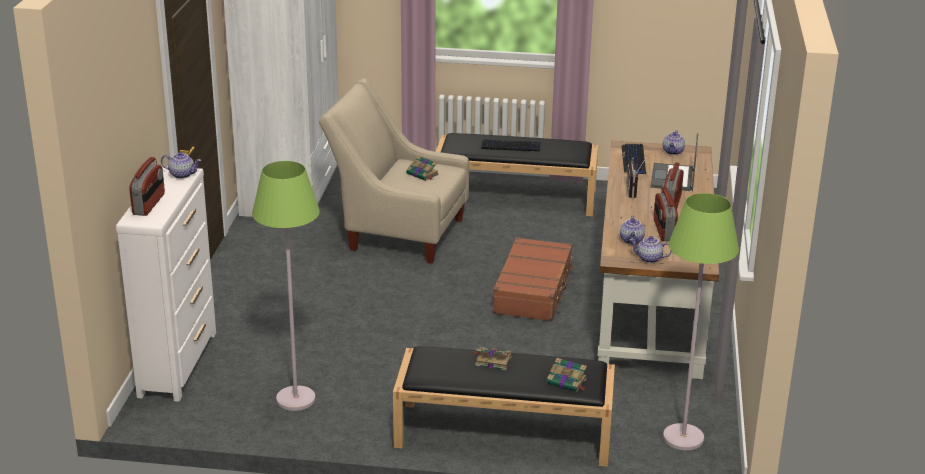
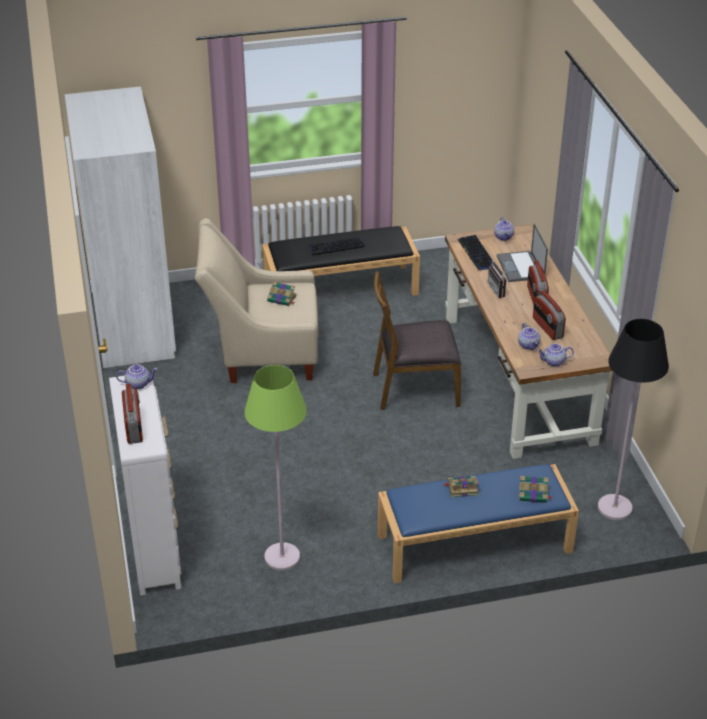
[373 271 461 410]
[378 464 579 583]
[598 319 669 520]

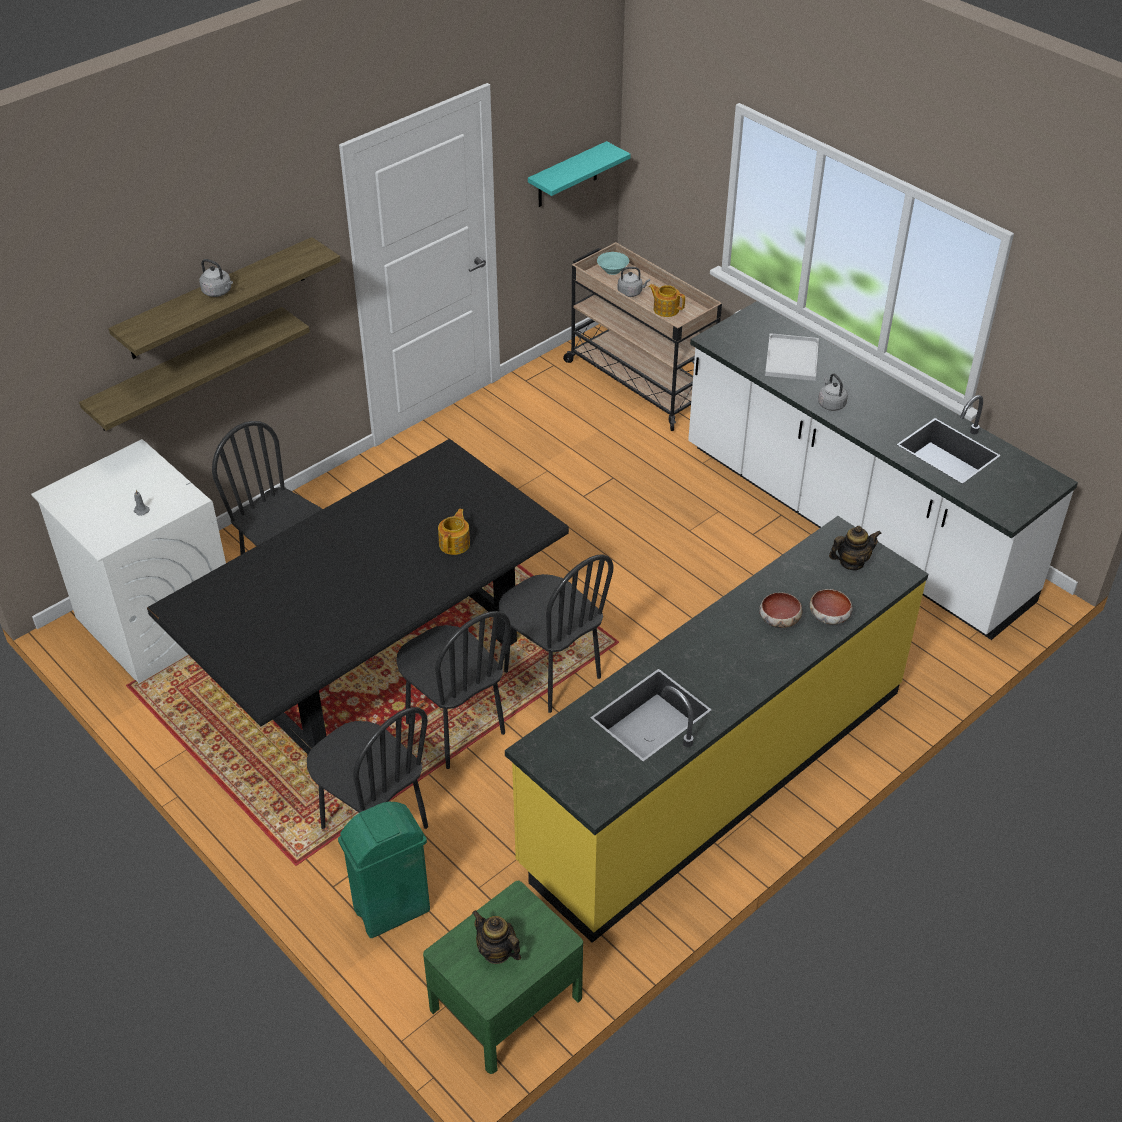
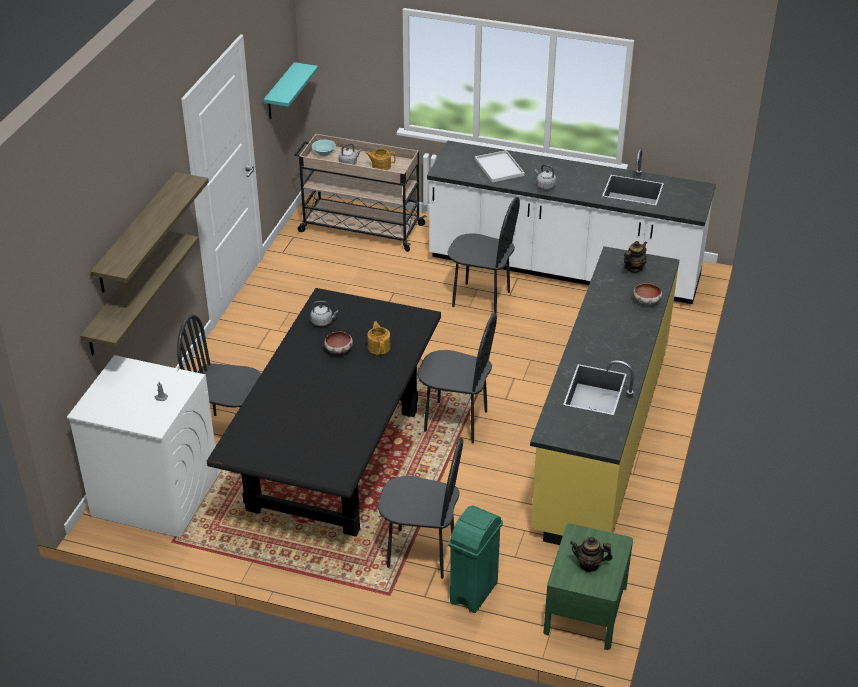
[310 301 338 326]
[324 332 353 354]
[448 197 520 315]

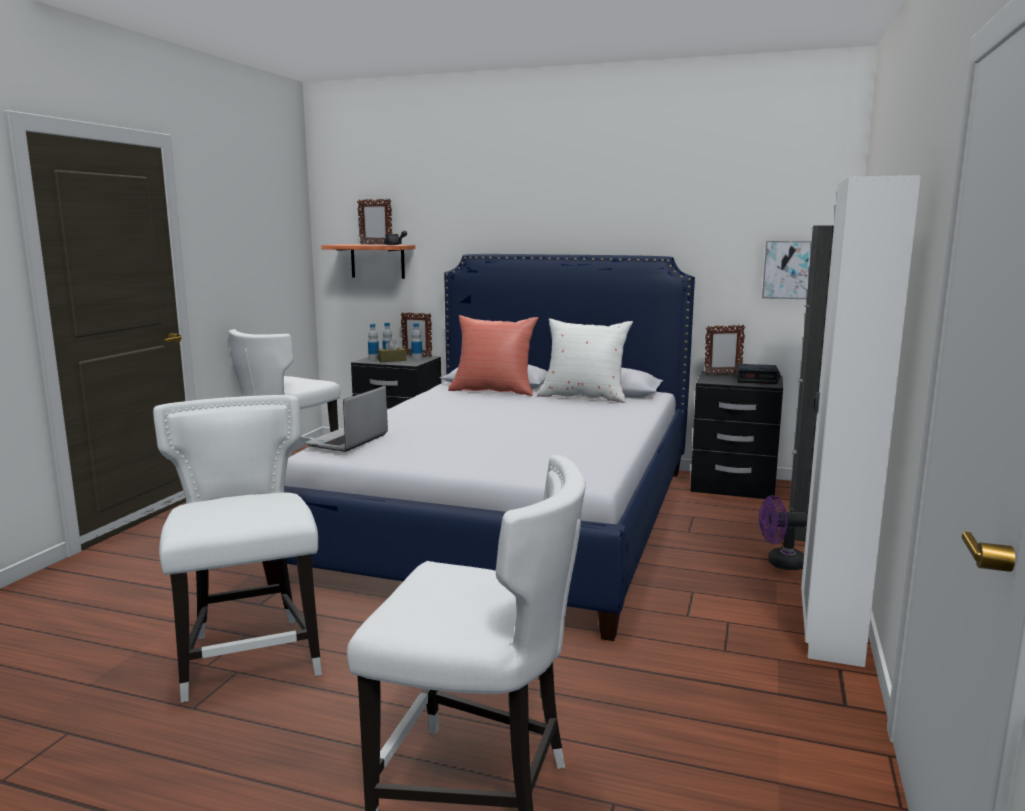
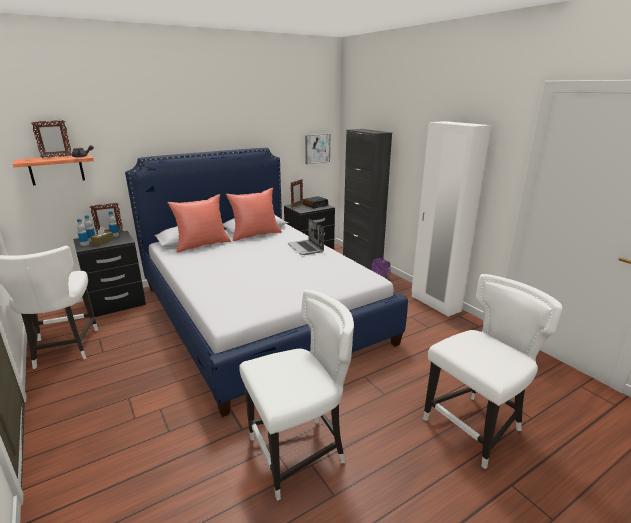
[226 188 282 241]
[239 289 354 501]
[288 219 324 255]

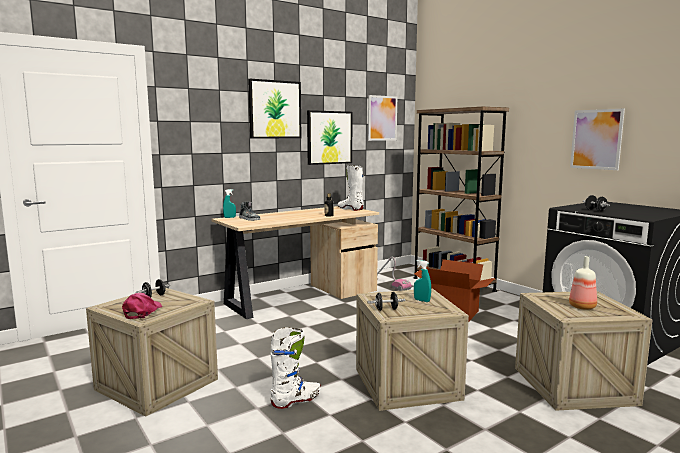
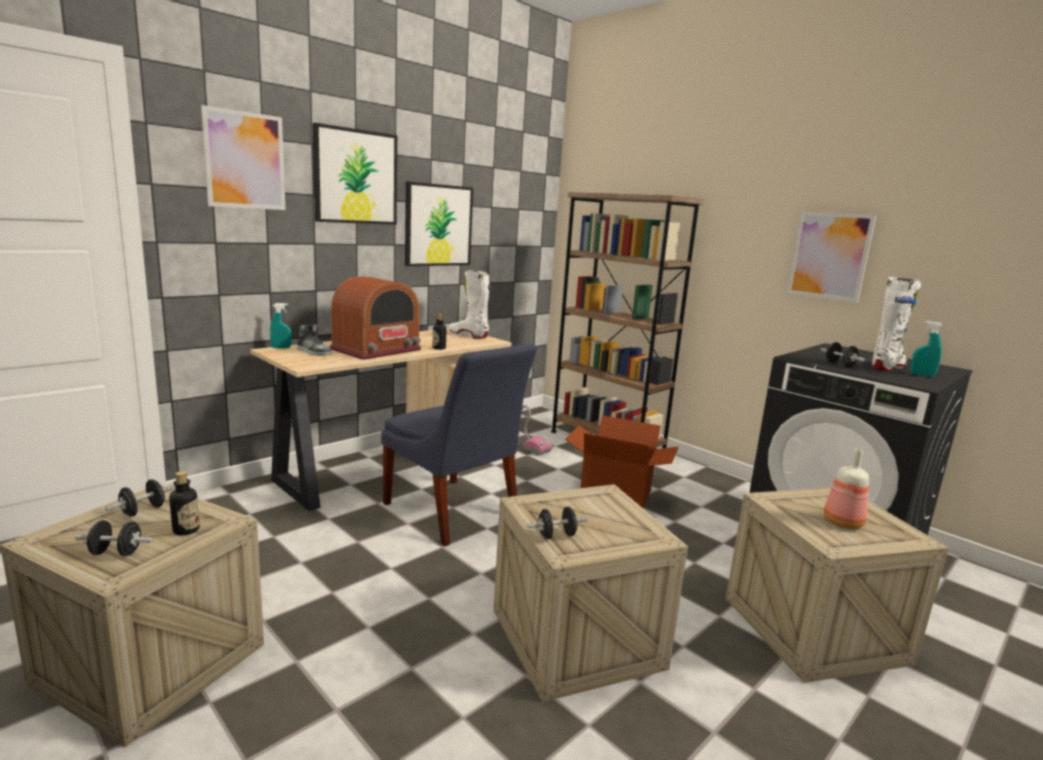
[75 520 153 556]
[169 471 200 535]
[201 105 285 210]
[329 276 421 360]
[381 343 537 546]
[872 276 922 372]
[910 321 944 377]

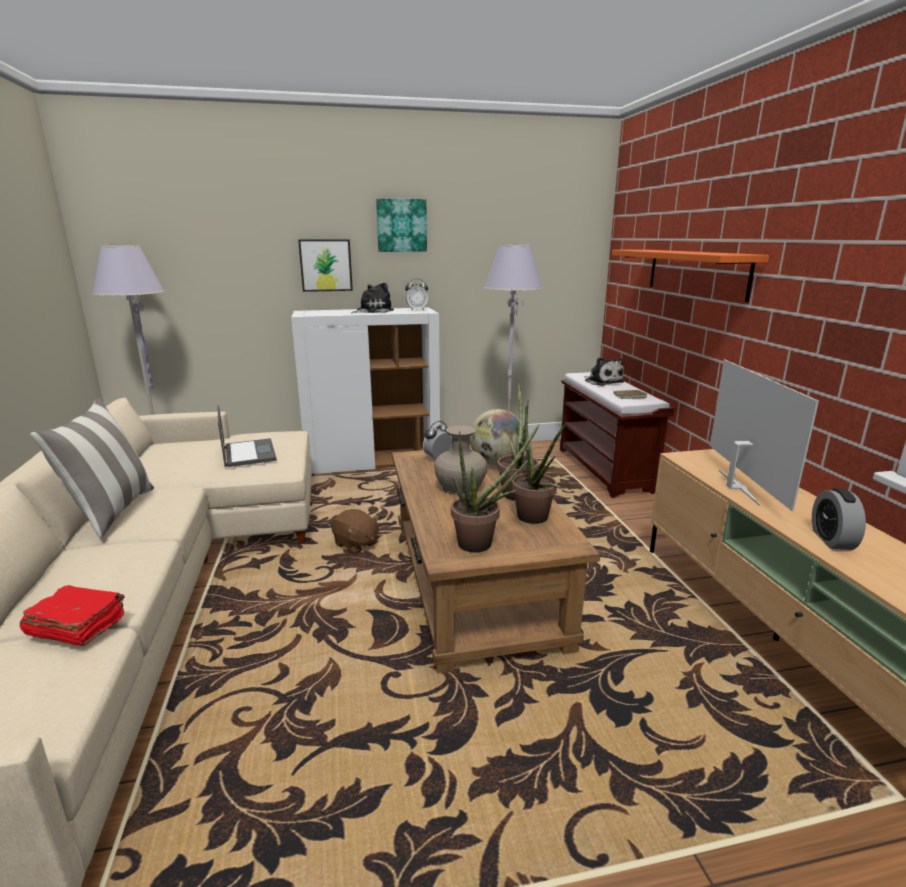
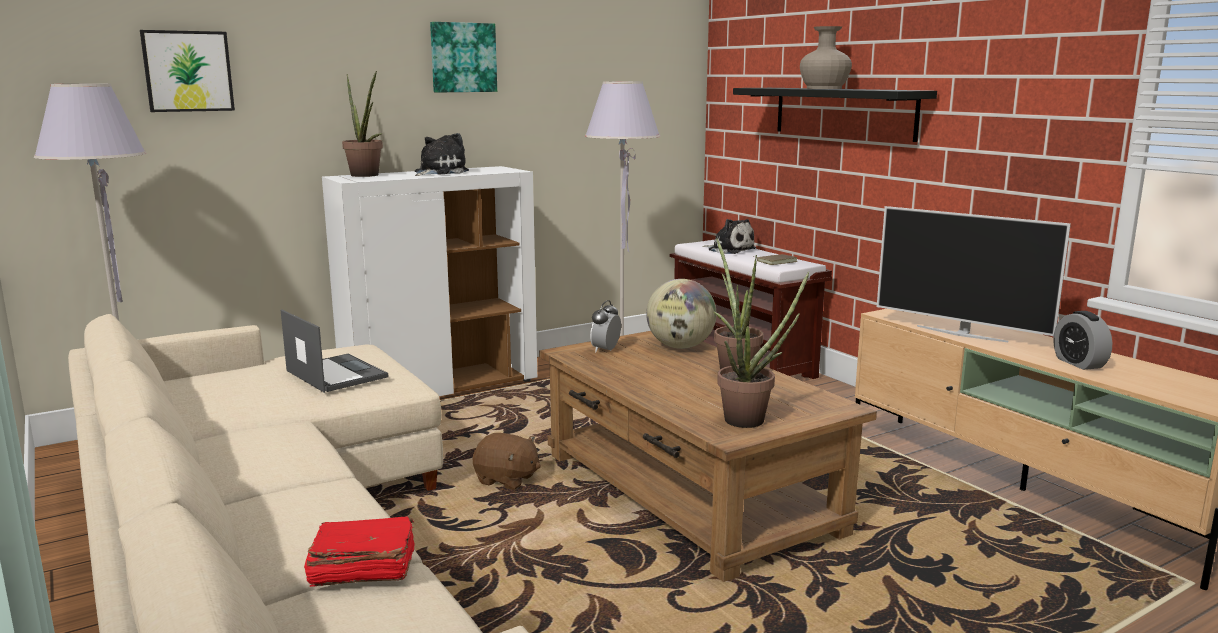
[140 30 235 112]
[342 71 383 177]
[733 88 937 142]
[800 26 852 89]
[877 206 1071 342]
[30 398 154 538] (first image)
[405 278 428 311] (first image)

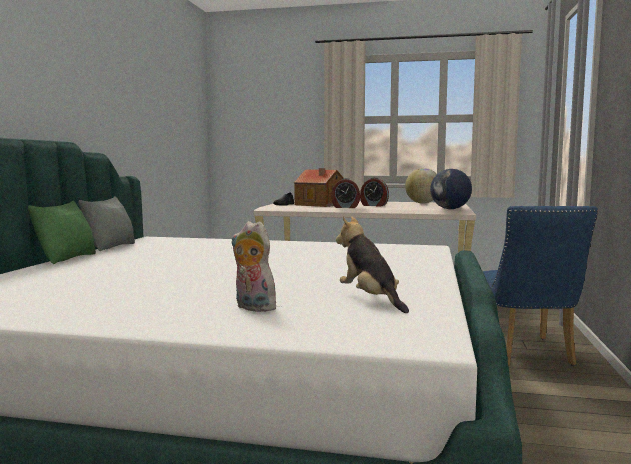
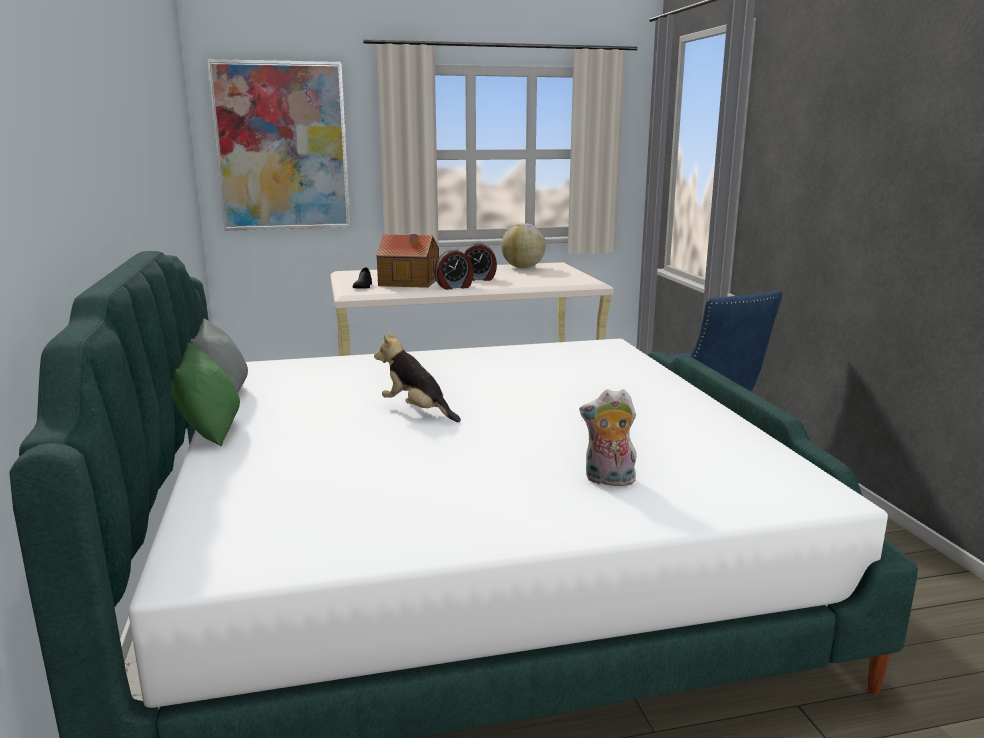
[207 59 351 231]
[374 332 461 422]
[430 169 472 209] (first image)

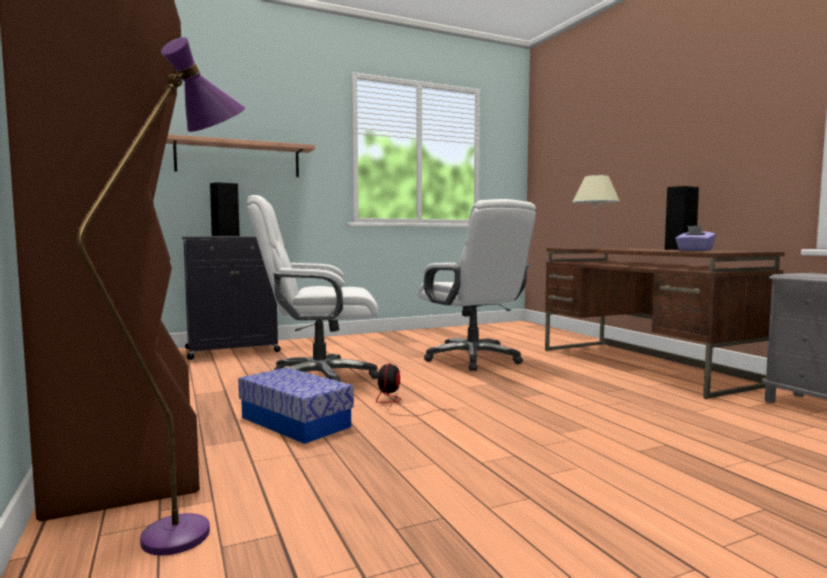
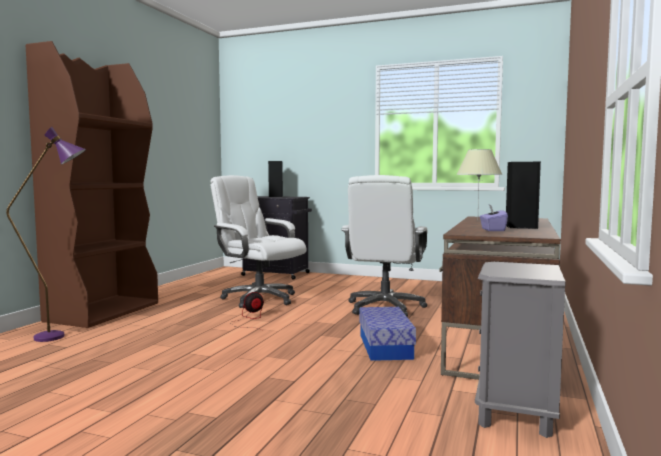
[359 307 416 361]
[166 134 315 177] (first image)

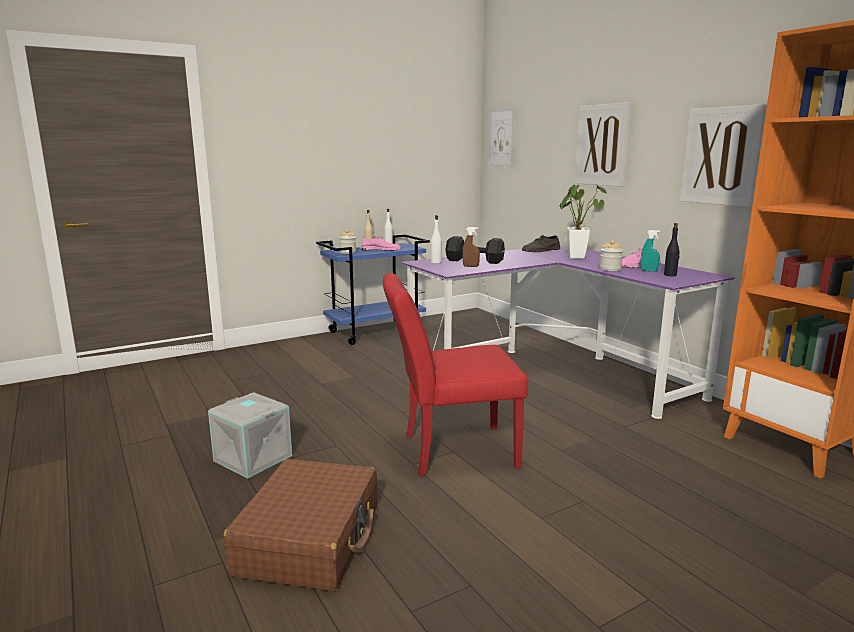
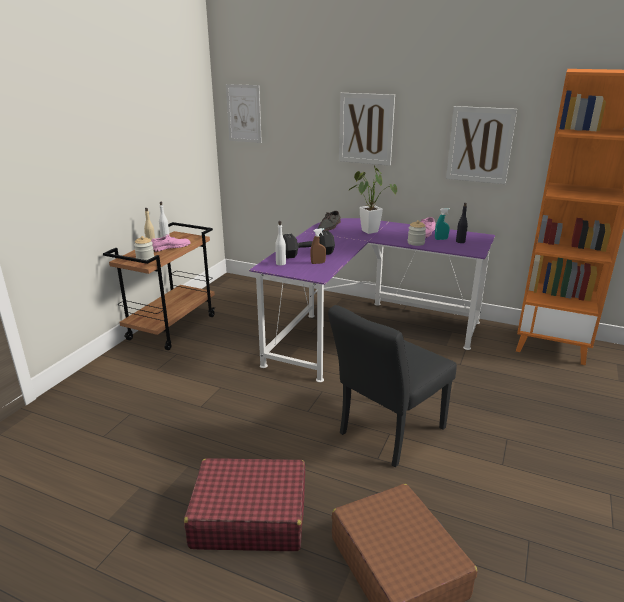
[103 222 215 350]
[184 458 305 551]
[328 305 457 467]

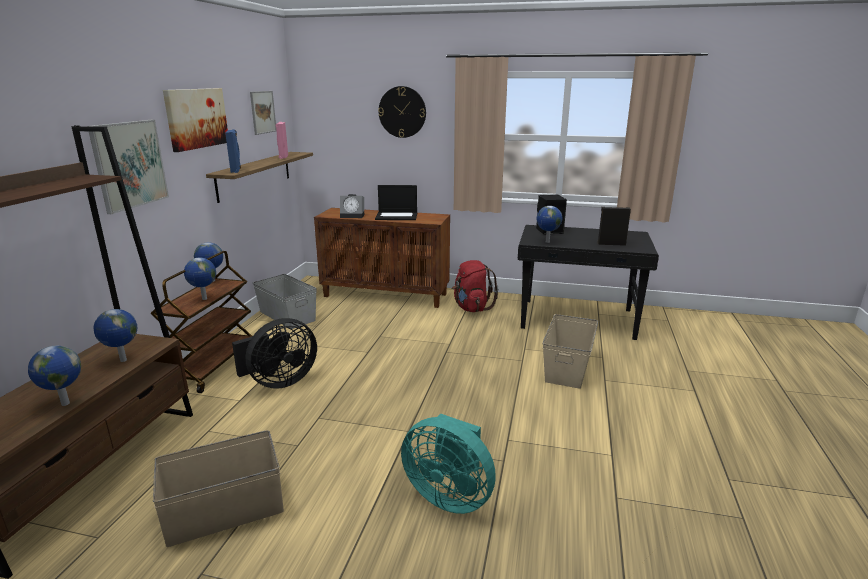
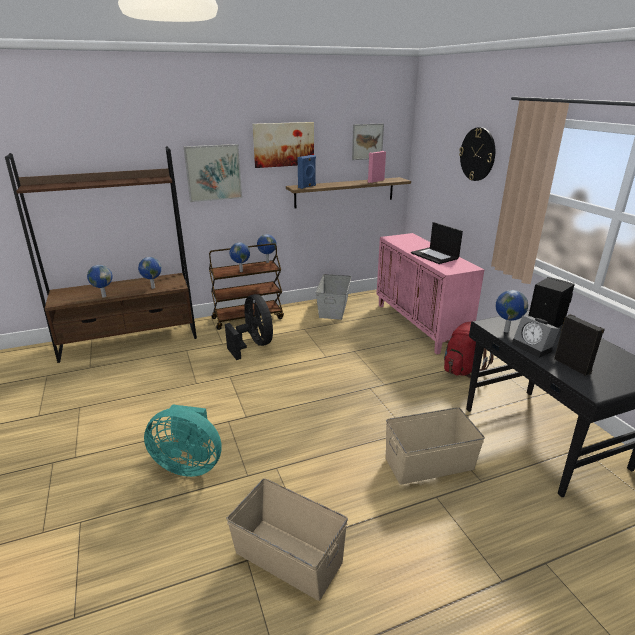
[144 404 222 477]
[225 294 273 360]
[226 478 348 601]
[377 233 484 354]
[511 316 560 358]

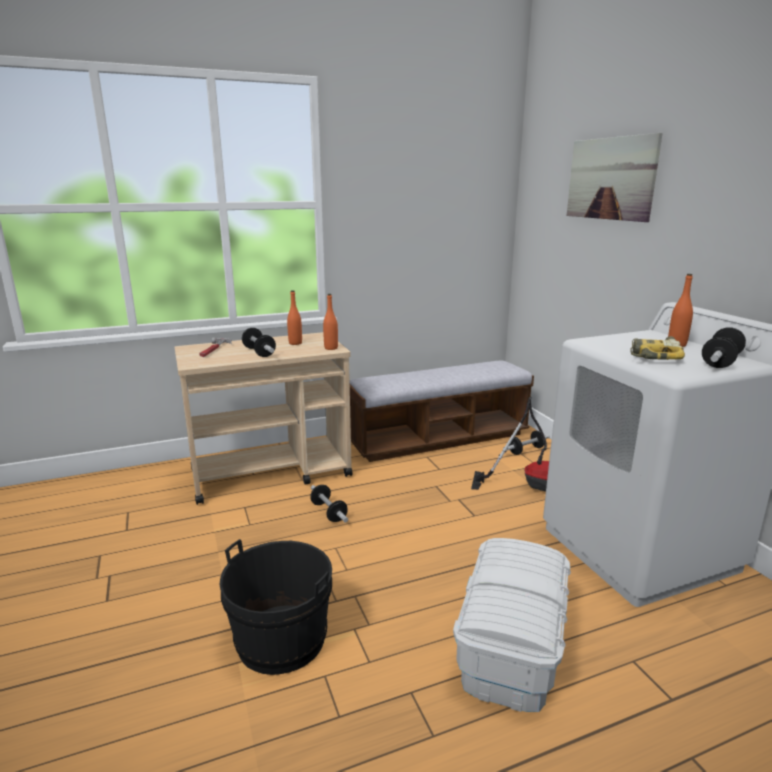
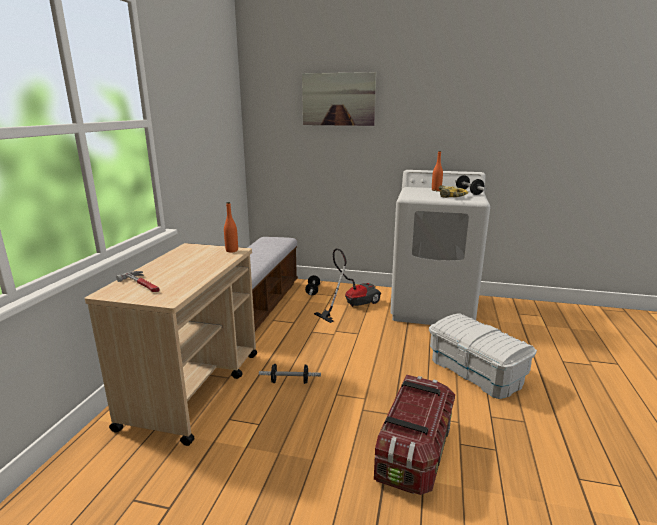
[374 375 455 495]
[242 328 276 357] (first image)
[287 291 302 345] (first image)

